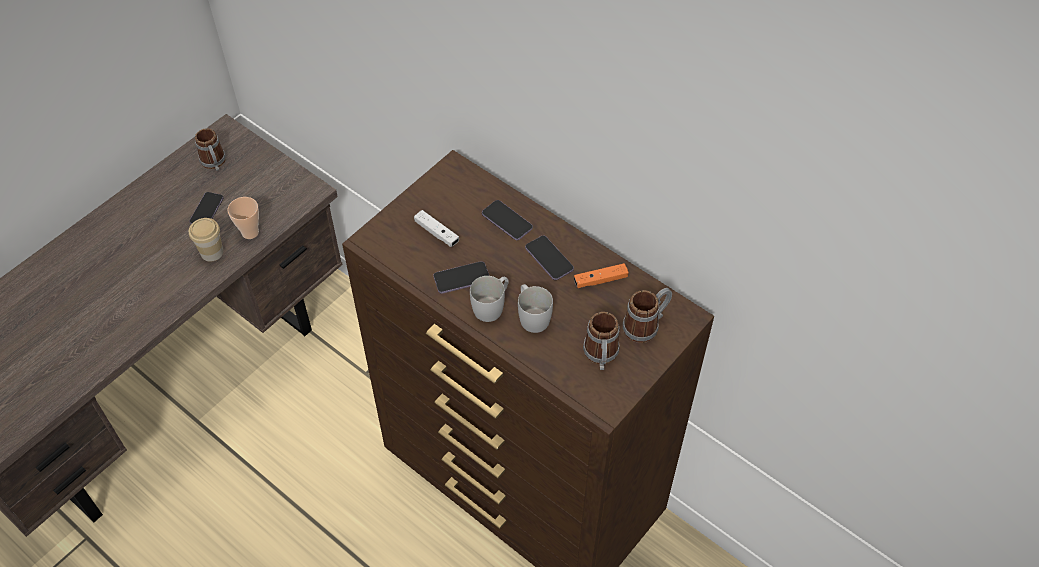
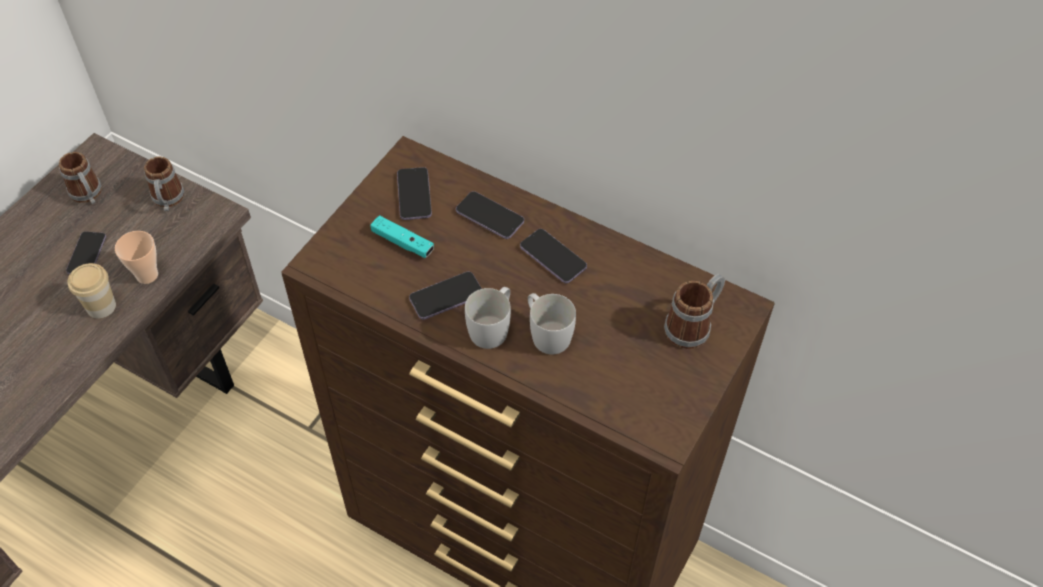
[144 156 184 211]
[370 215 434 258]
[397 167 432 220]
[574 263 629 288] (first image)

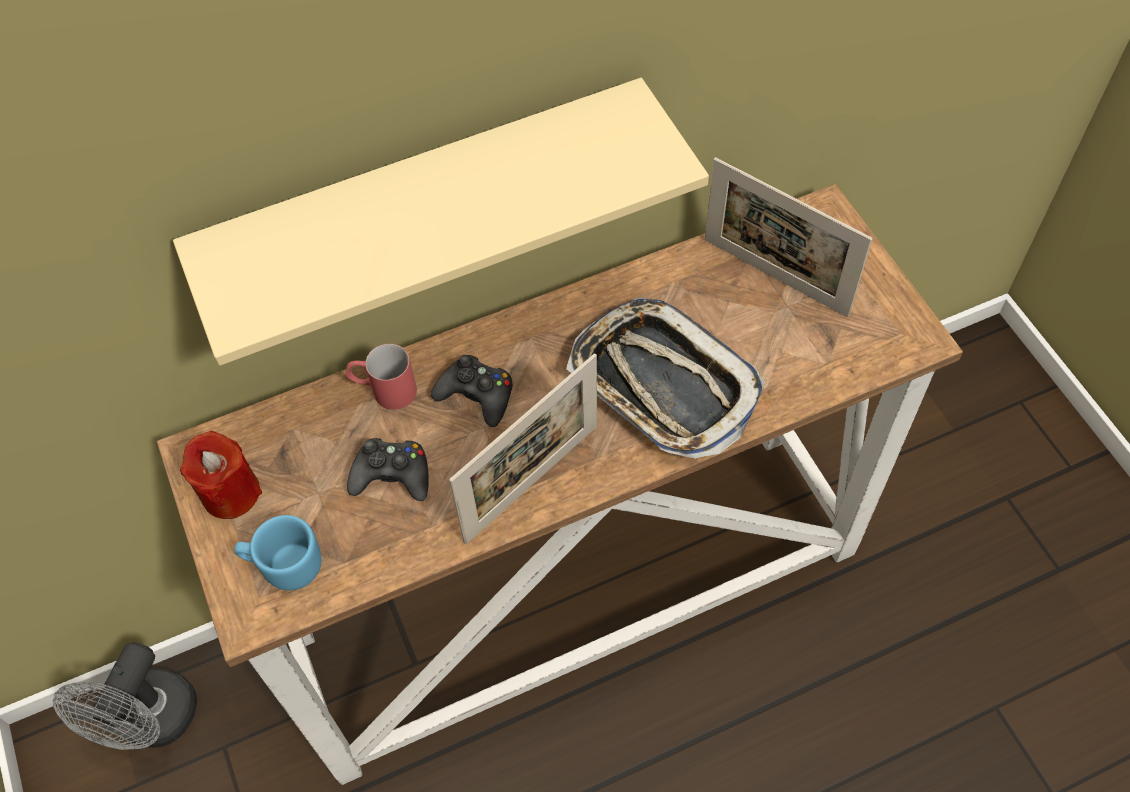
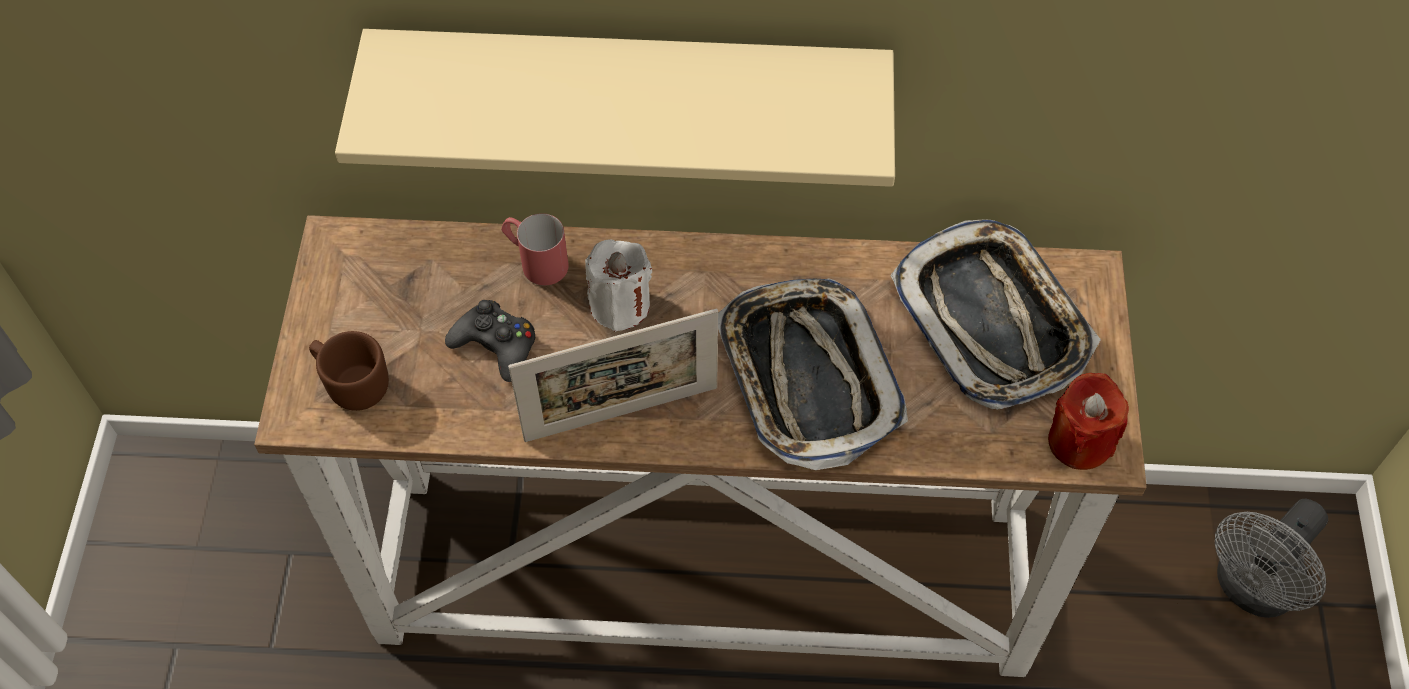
[309 331 389 411]
[585 240 652 332]
[891 219 1101 410]
[1048 373 1129 470]
[1215 499 1328 618]

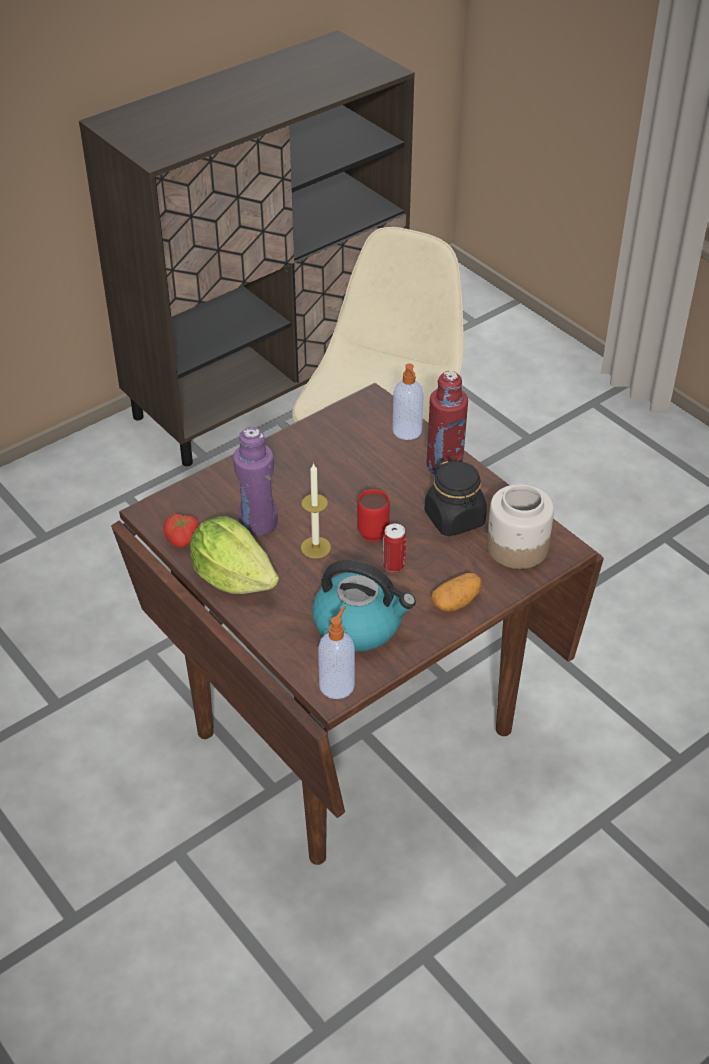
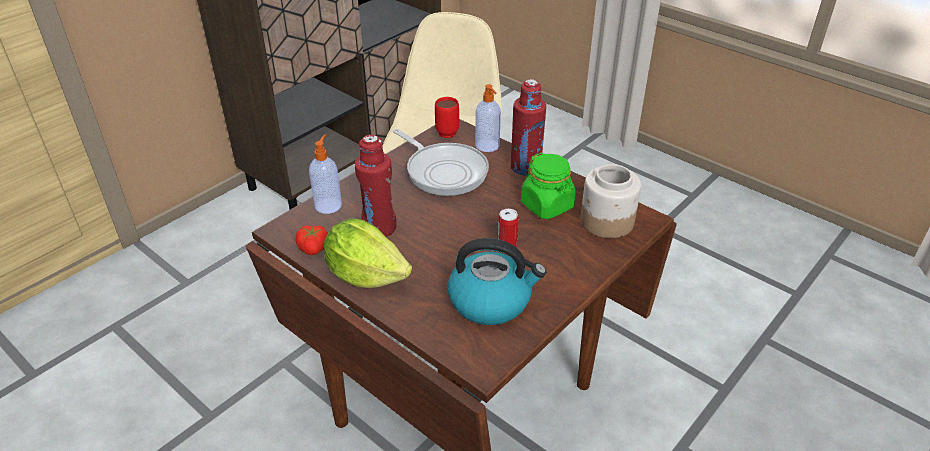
[309 134 342 214]
[355 135 397 237]
[393 129 489 196]
[435 97 459 138]
[521 153 576 219]
[301 463 331 559] (first image)
[431 573 482 612] (first image)

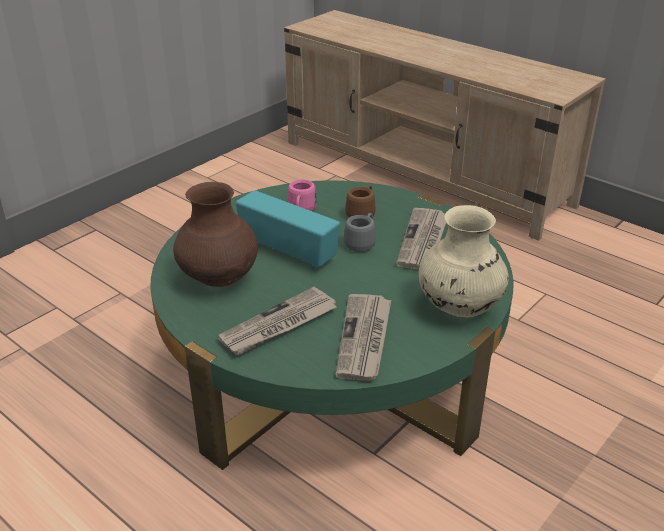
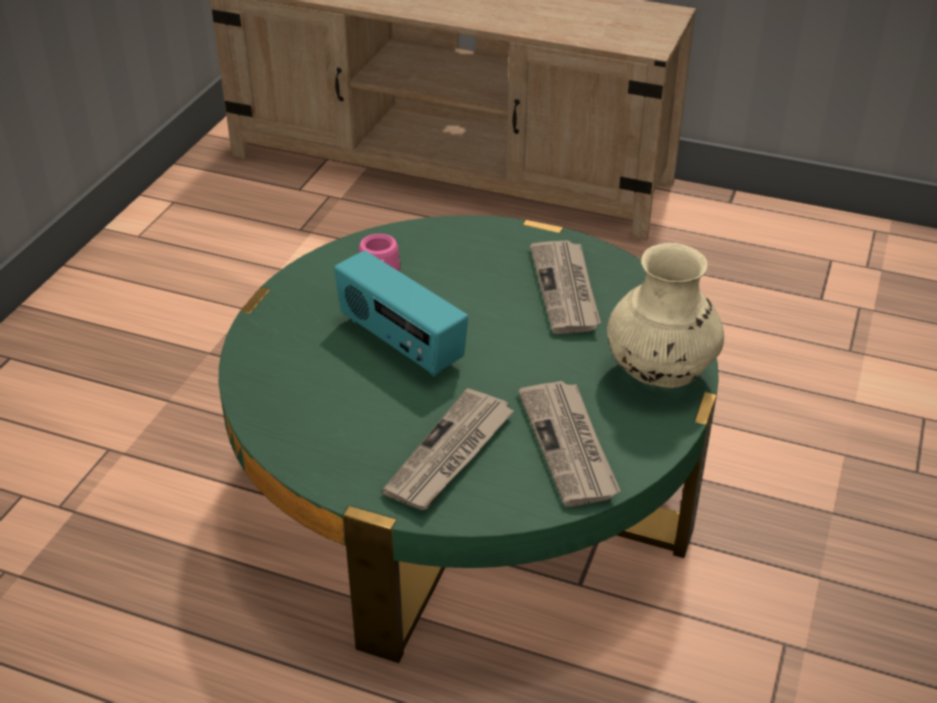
[334 250 468 377]
[173 182 258 287] (first image)
[344 213 376 252] (first image)
[345 185 376 217] (first image)

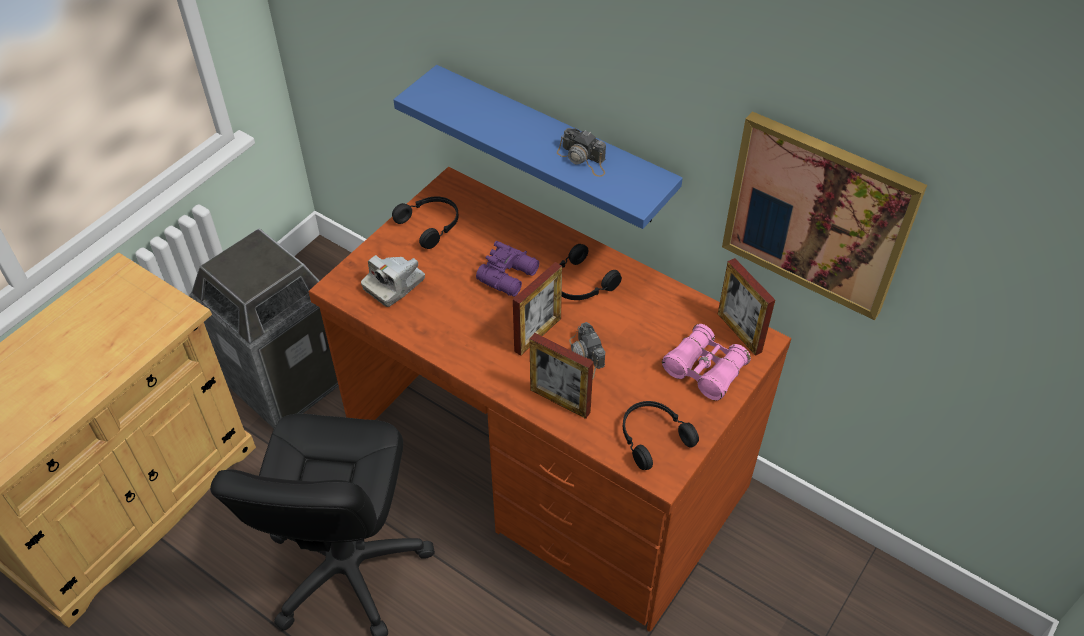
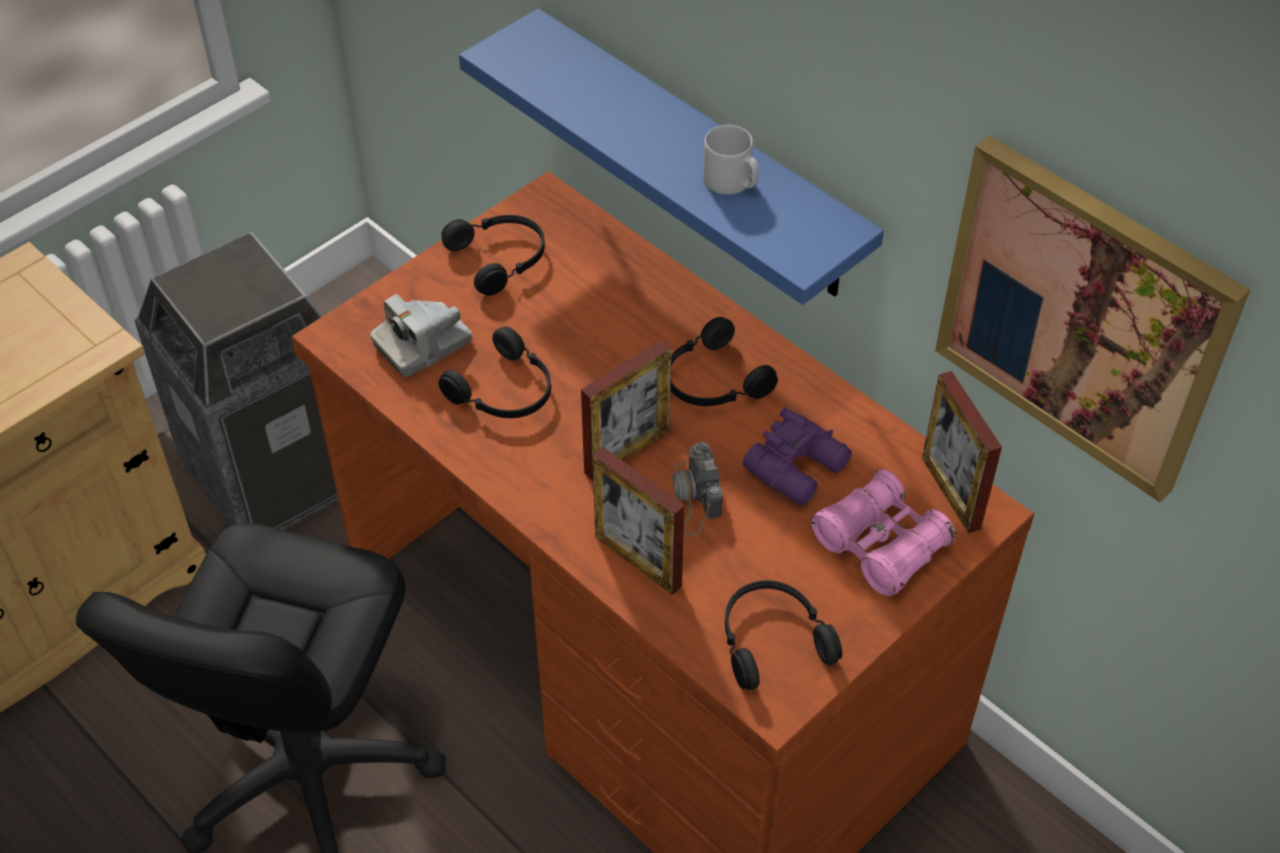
[438 327 551 418]
[703 125 759 195]
[743 407 852 506]

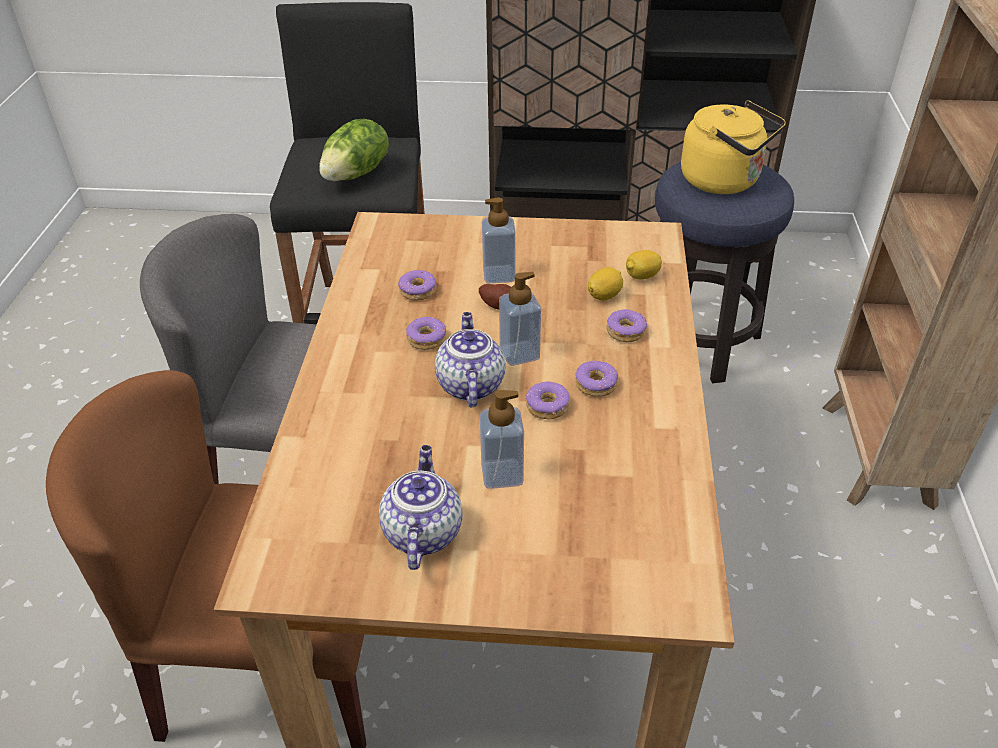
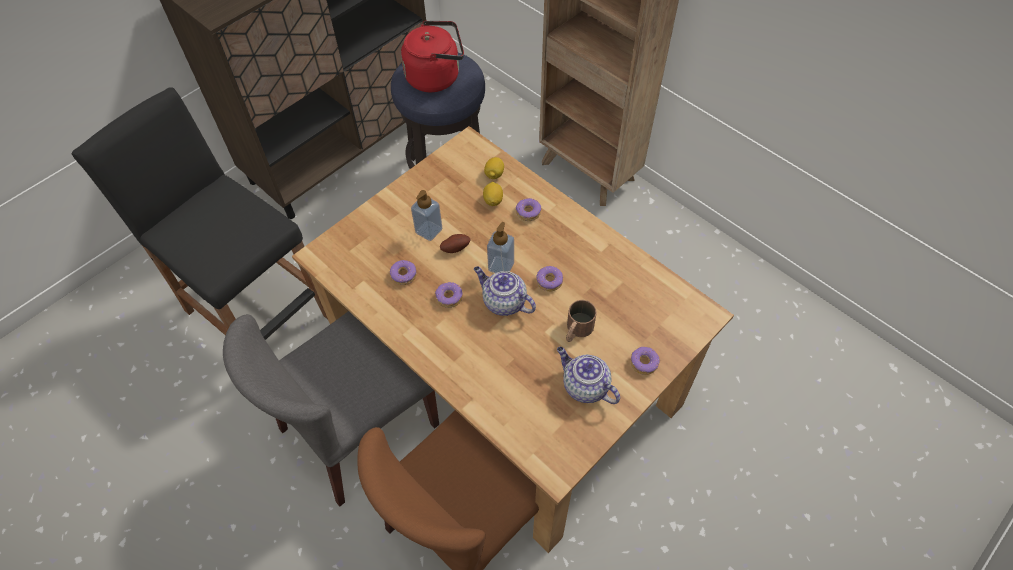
[401 20 464 92]
[566 300 597 342]
[630 347 660 375]
[319 119 389 181] (first image)

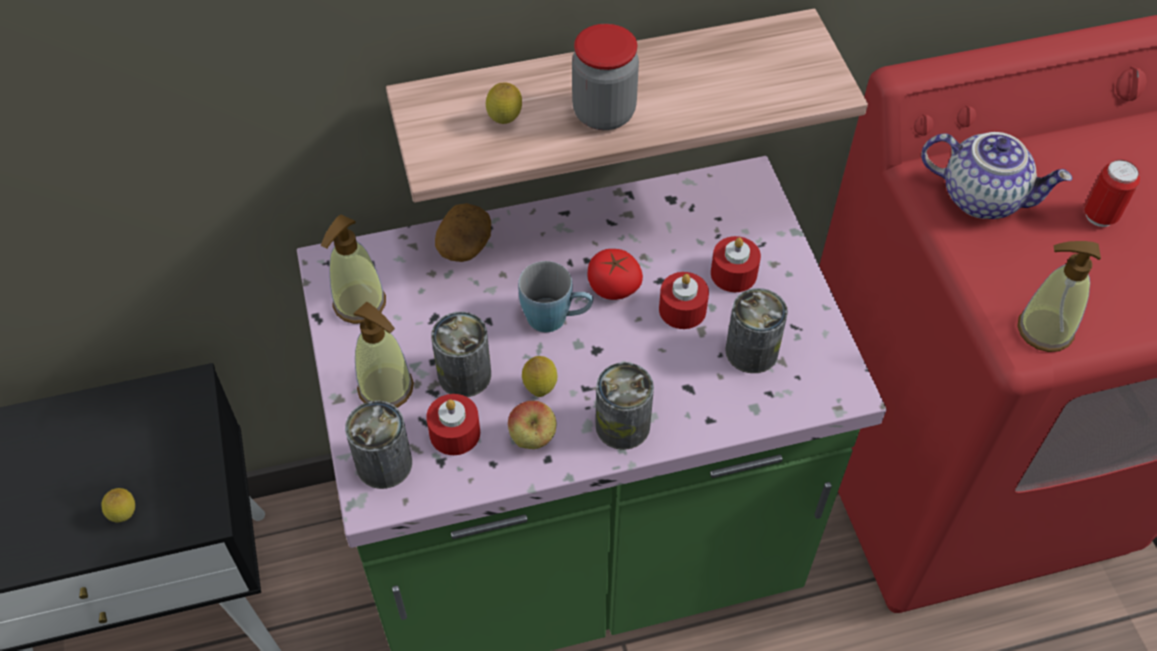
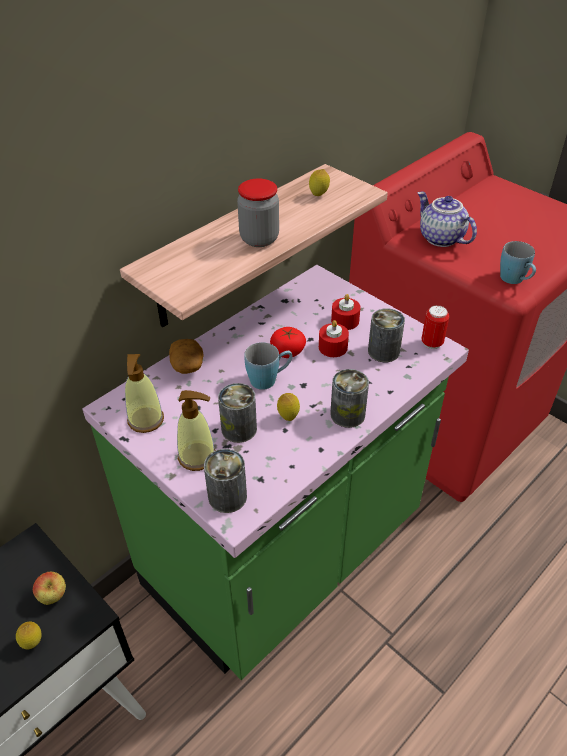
[33 572 66 605]
[309 169 330 196]
[418 192 477 247]
[422 305 449 349]
[500 241 536 284]
[426 394 480 455] (first image)

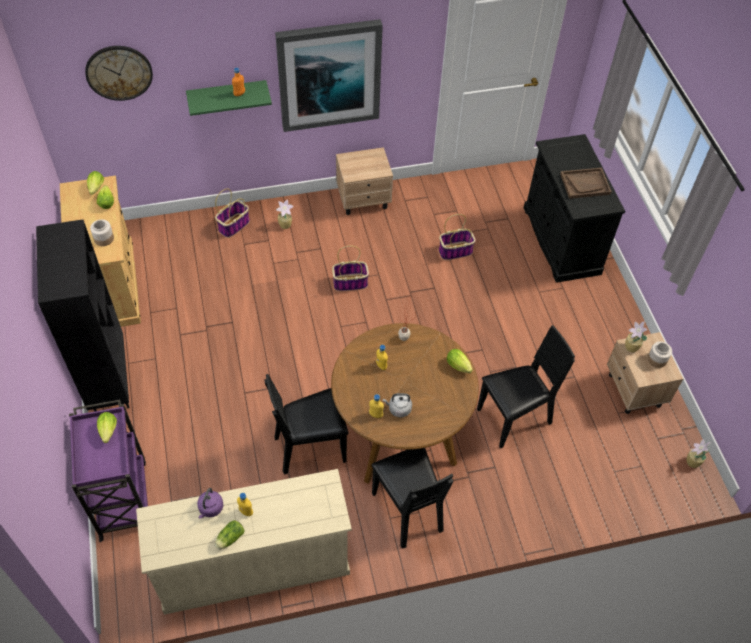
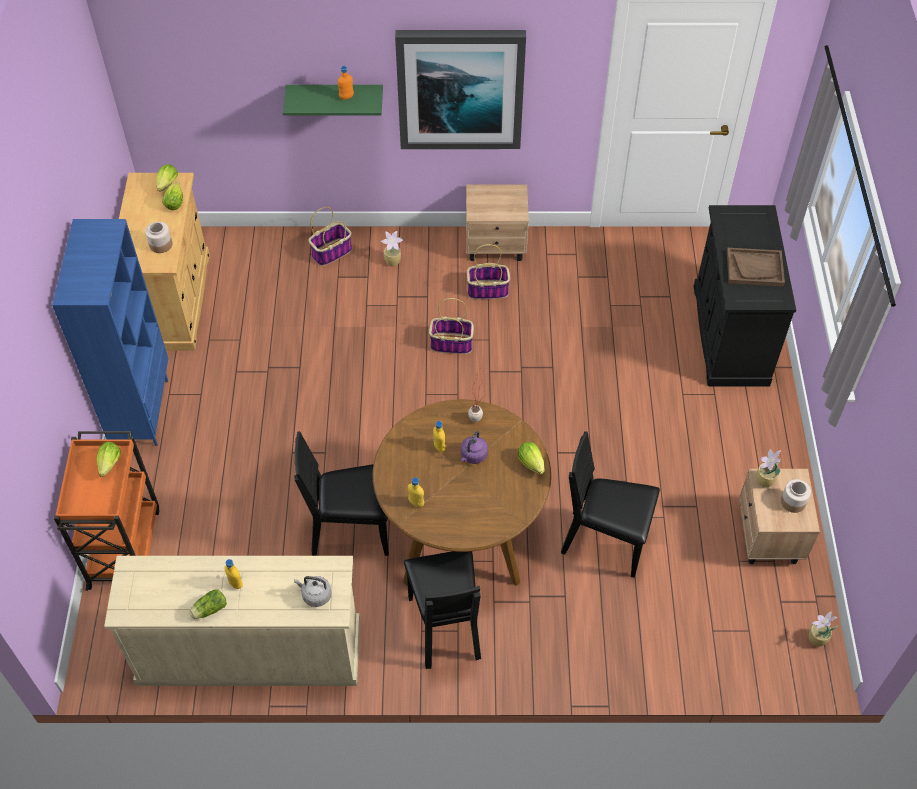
[52 219 168 446]
[54 431 159 591]
[294 576 332 607]
[461 431 488 464]
[467 244 510 299]
[561 431 660 578]
[85 46 153 101] (first image)

